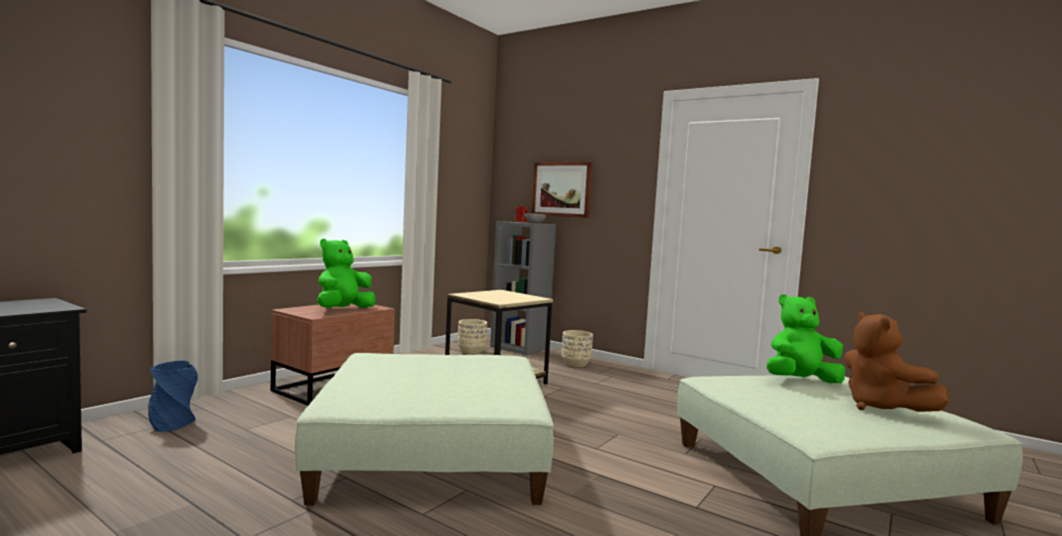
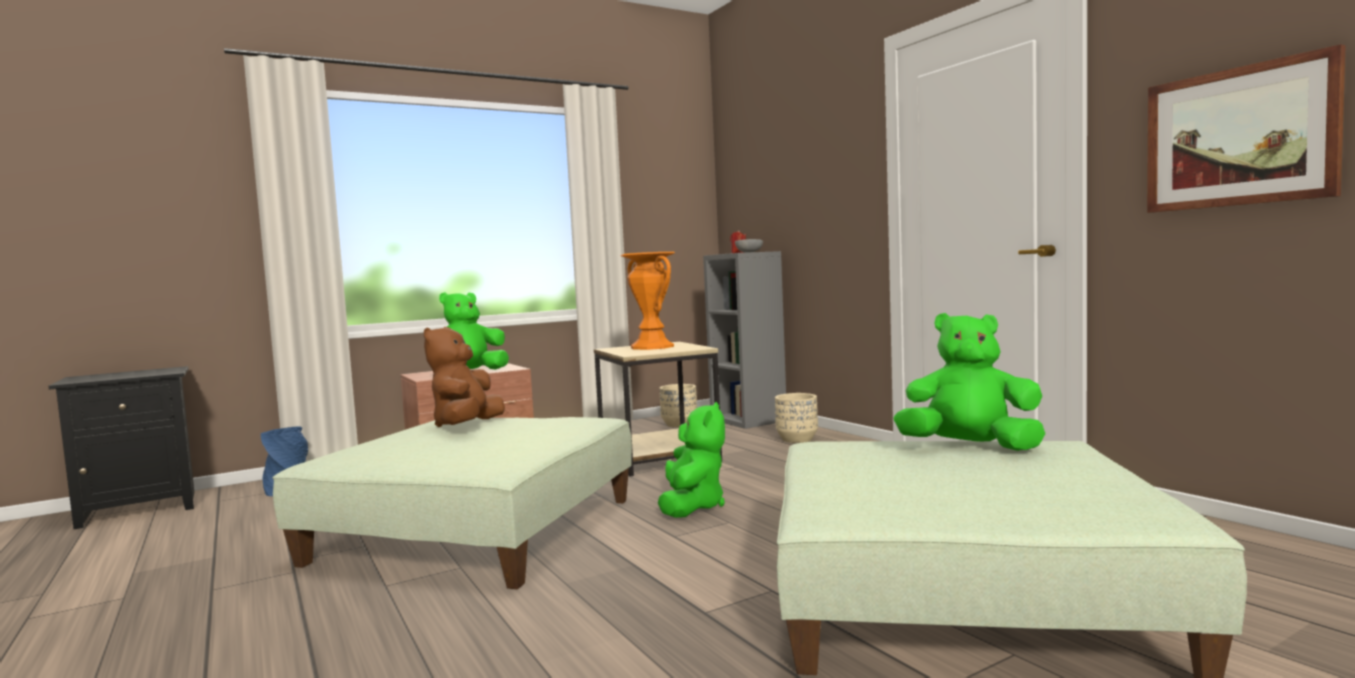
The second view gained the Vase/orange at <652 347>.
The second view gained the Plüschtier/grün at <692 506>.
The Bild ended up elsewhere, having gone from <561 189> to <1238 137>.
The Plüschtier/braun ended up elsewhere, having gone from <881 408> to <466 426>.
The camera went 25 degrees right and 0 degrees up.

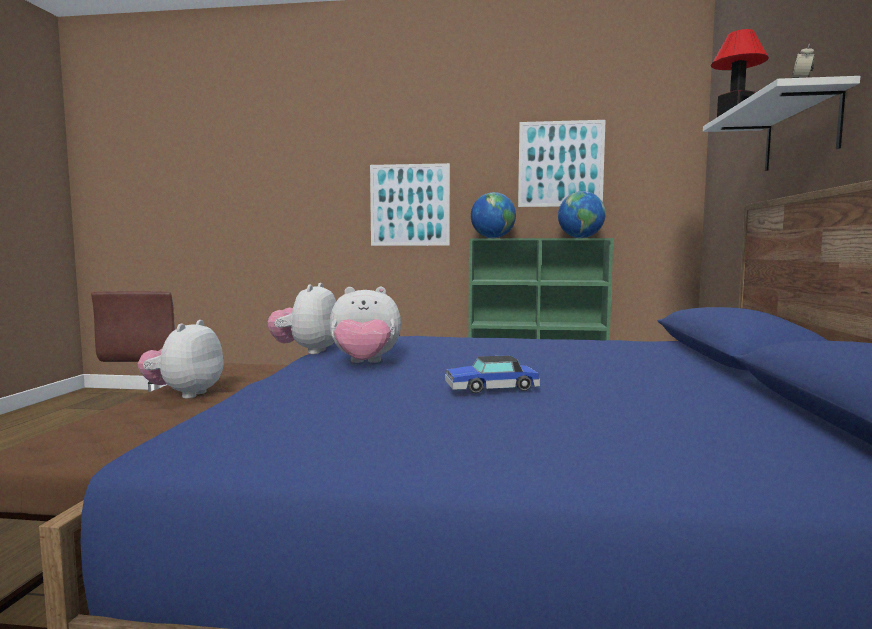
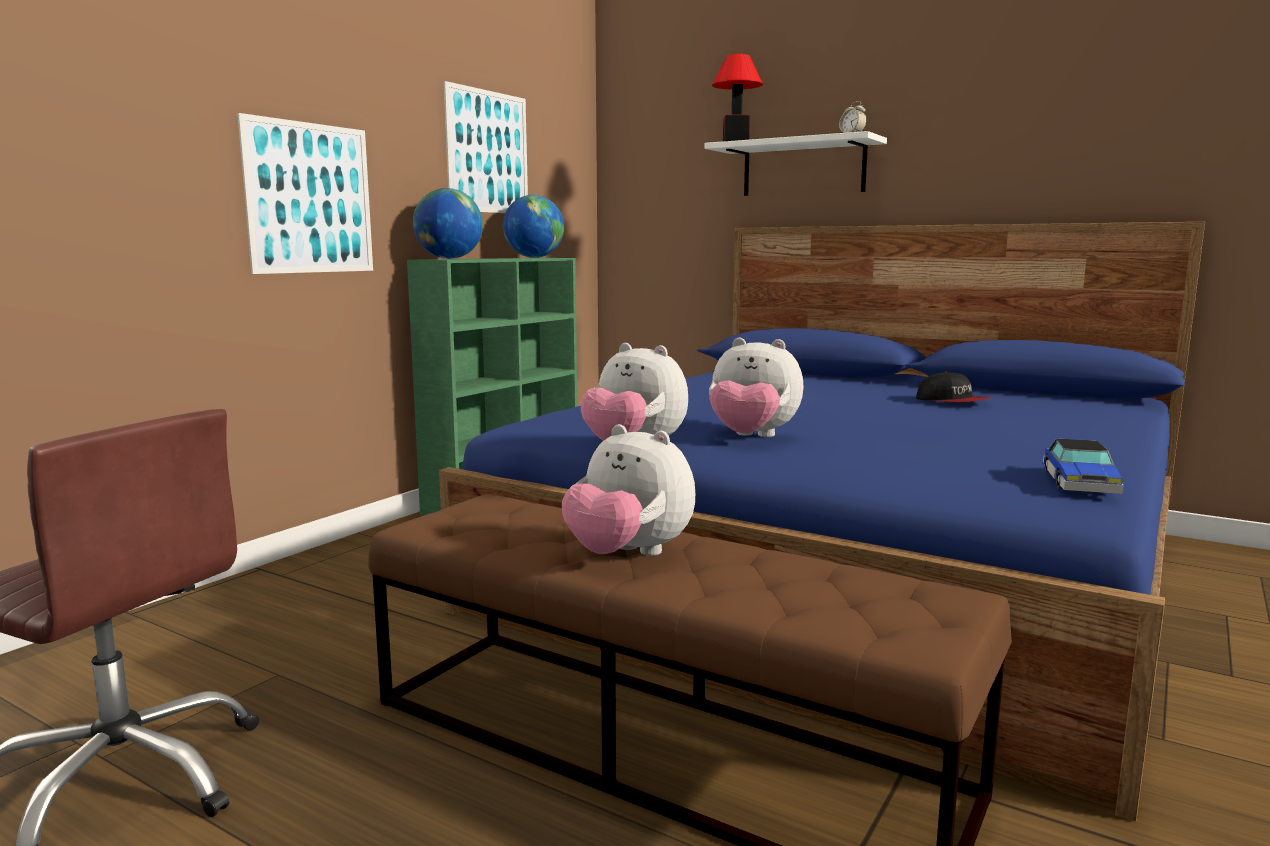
The second view gained the Kappe at <953 401>.
The Spielzeugauto ended up elsewhere, having gone from <491 387> to <1079 483>.
The Plüschtier at <365 363> ended up facing another way, 90 degrees clockwise from before.
The camera went 65 degrees left and 5 degrees up.

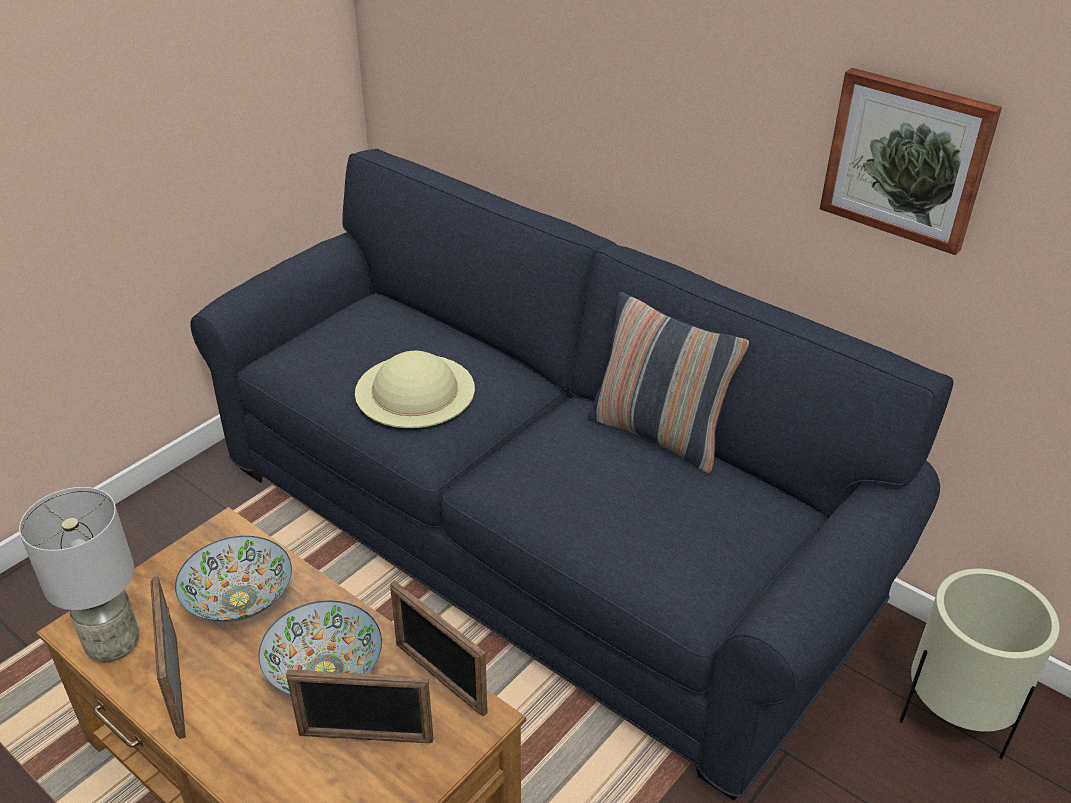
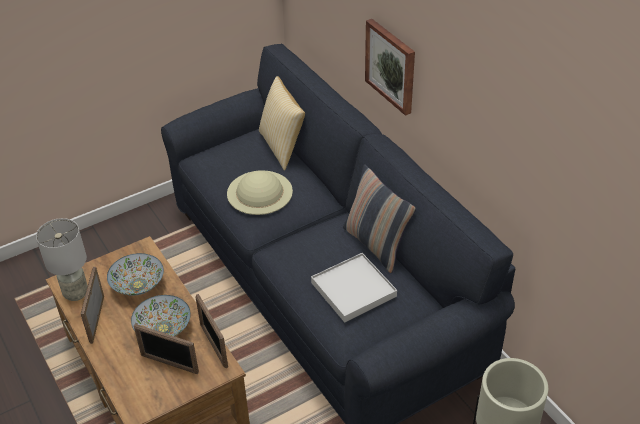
The second view gained the Kissen at <282 147>.
The second view gained the Tablett/weiß at <353 289>.
The Bild ended up elsewhere, having gone from <907 159> to <391 65>.
The camera went 20 degrees right and 5 degrees up.

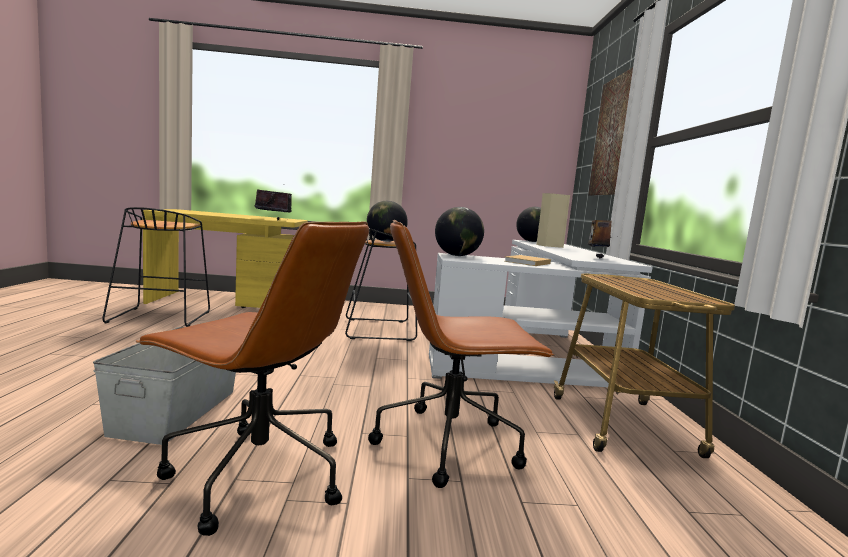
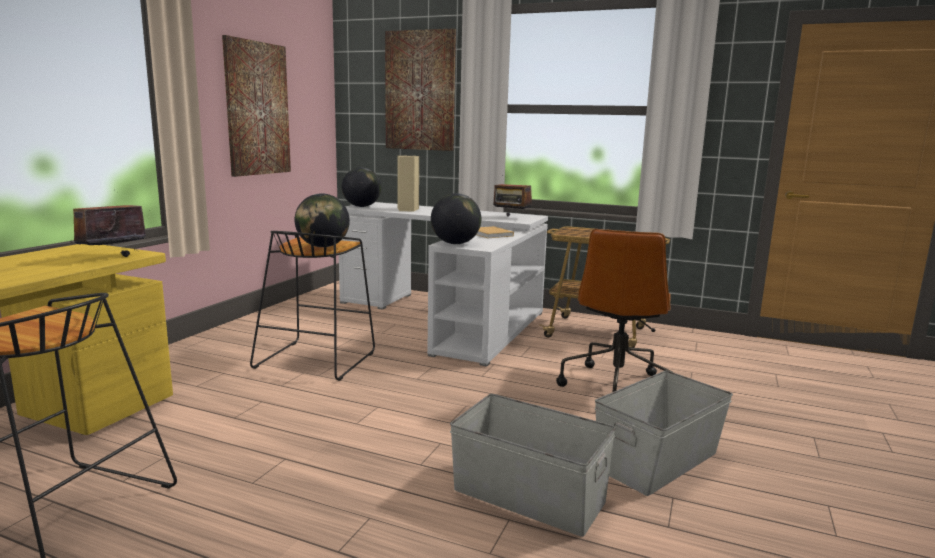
The second view gained the Bild at <257 109>.
Where the Bürostuhl/braun stood at <256 474>, the Aufbewahrungsbox/grau came to stand at <659 461>.
The camera went 65 degrees left and 5 degrees up.

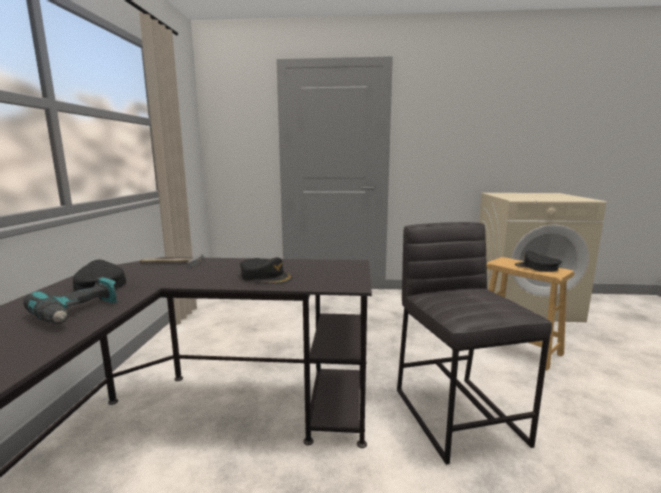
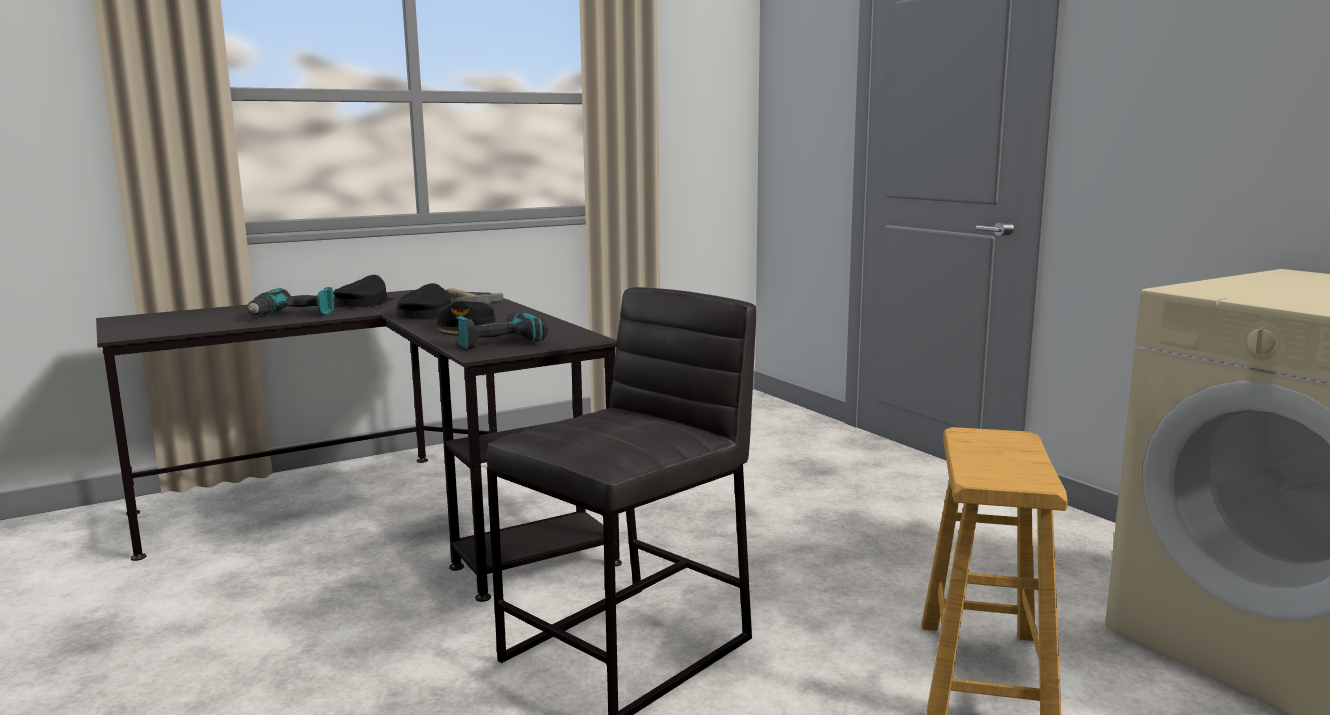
The second view gained the Bohrmaschine at <498 341>.
The Kappe/schwarz ended up elsewhere, having gone from <536 267> to <426 313>.
The camera went 55 degrees right and 0 degrees up.

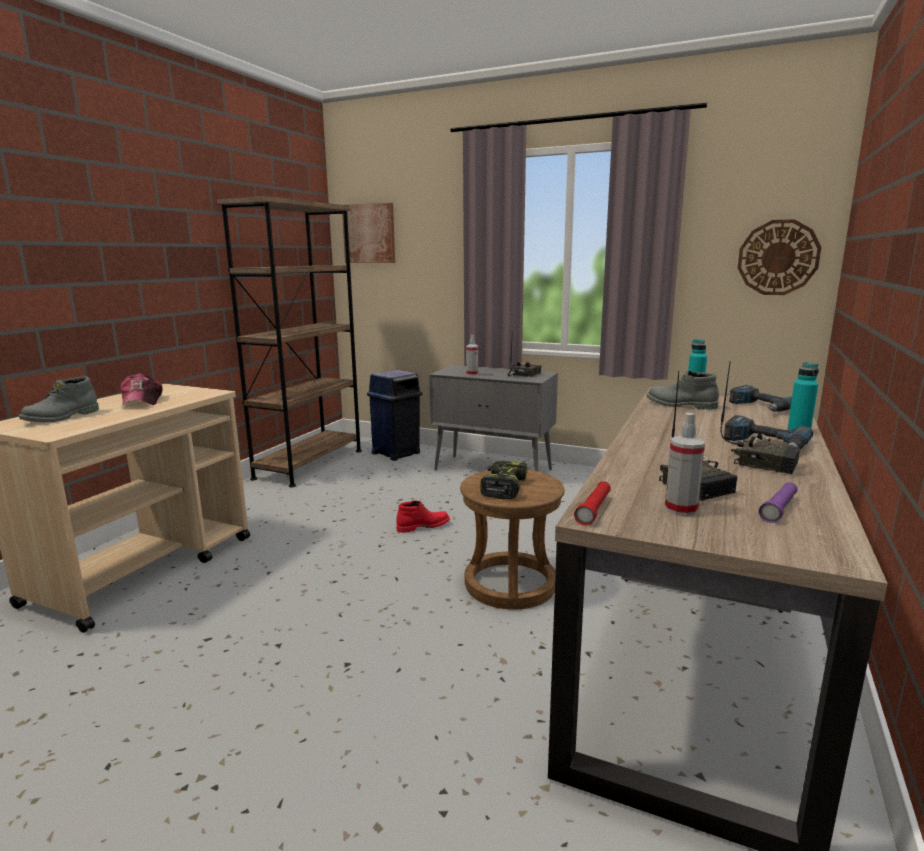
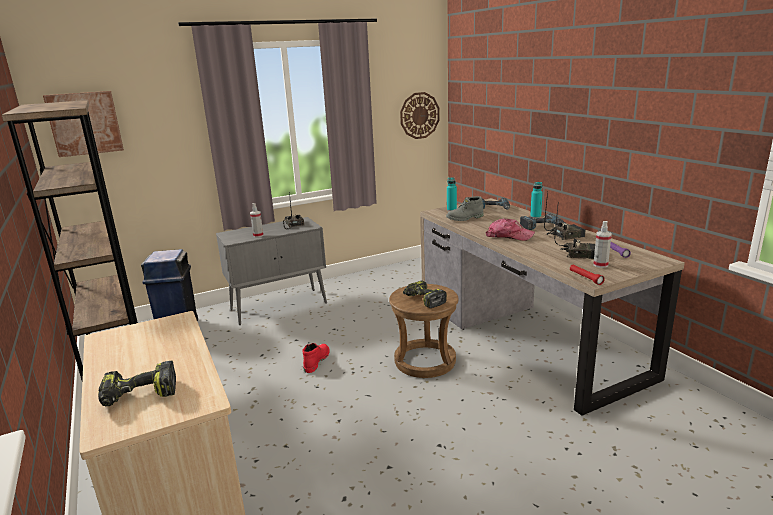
The Kappe ended up elsewhere, having gone from <142 401> to <509 236>.
Where the Stiefel/grau stood at <62 417>, the Bohrmaschine came to stand at <139 395>.
The camera went 50 degrees left and 5 degrees up.

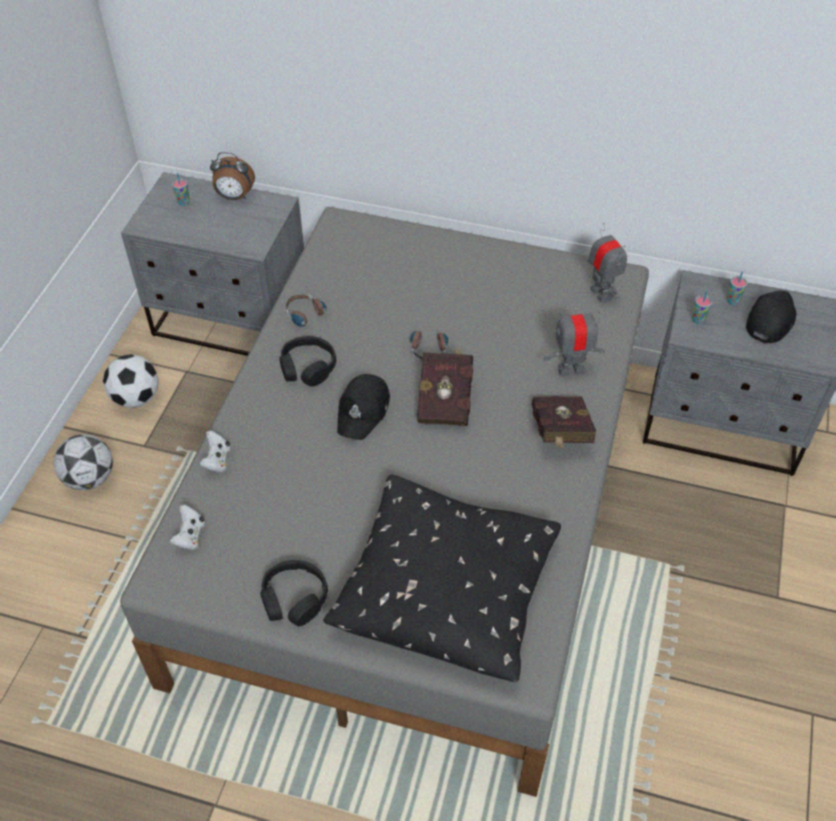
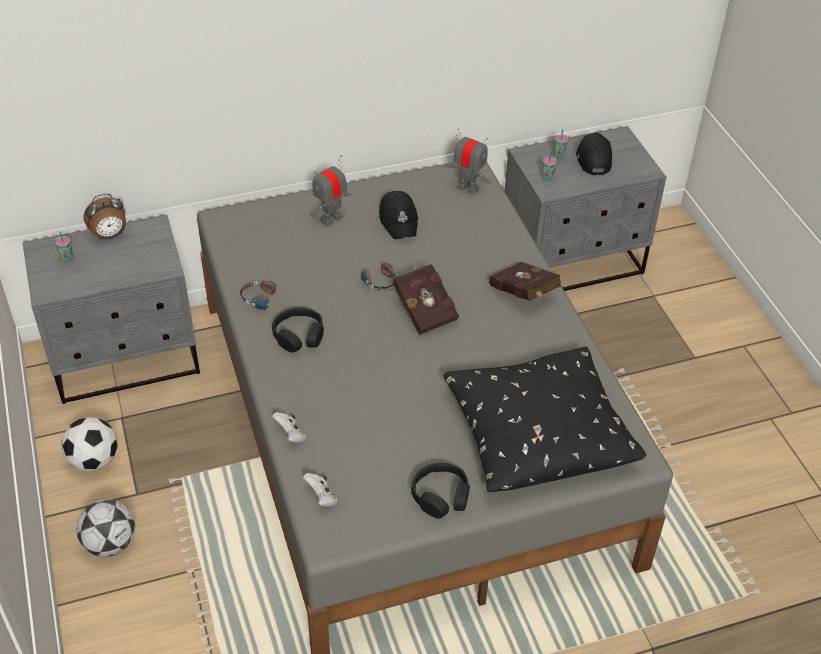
The Kappe/schwarz ended up elsewhere, having gone from <363 411> to <399 220>.
The Spielzeugroboter ended up elsewhere, having gone from <571 369> to <331 218>.
The camera went 35 degrees left and 5 degrees down.

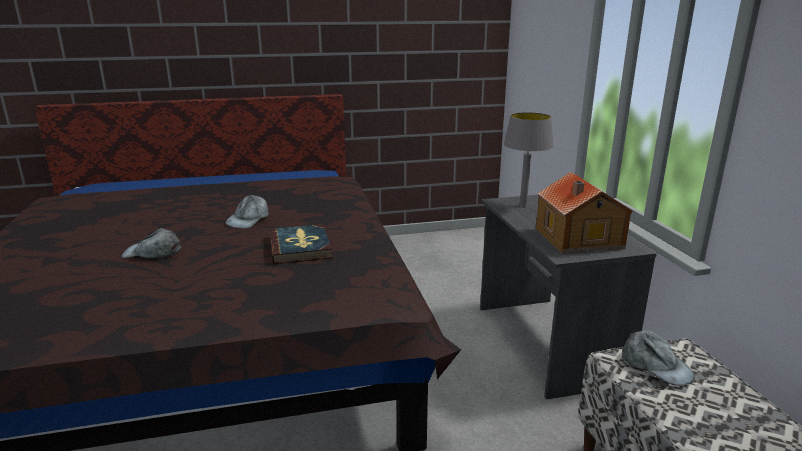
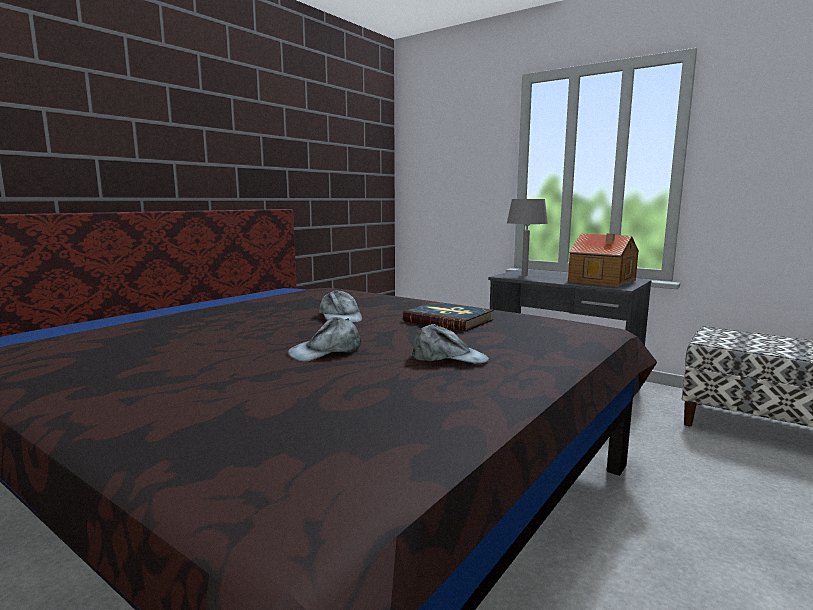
The Kappe/grau ended up elsewhere, having gone from <656 366> to <449 358>.
The camera went 40 degrees left and 10 degrees down.

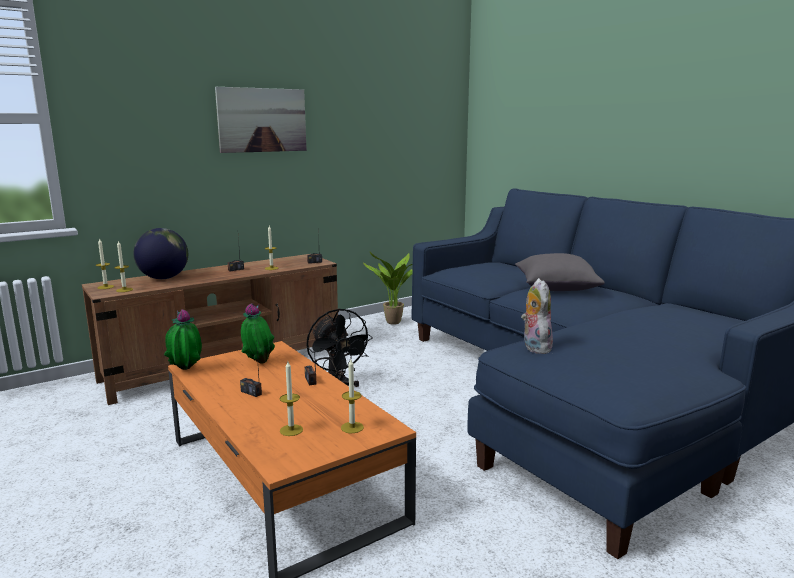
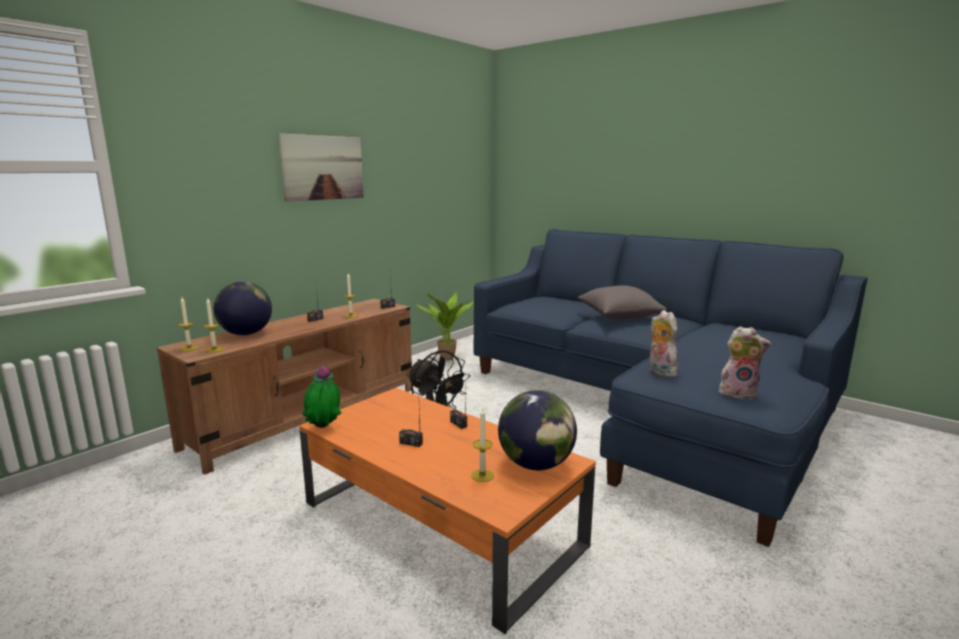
The second view lost the Topfpflanze at <258 362>.
The second view gained the Plüschtier at <738 393>.
Where the Kerze stood at <352 427>, the Globus came to stand at <536 465>.
The camera went 15 degrees left and 0 degrees up.

